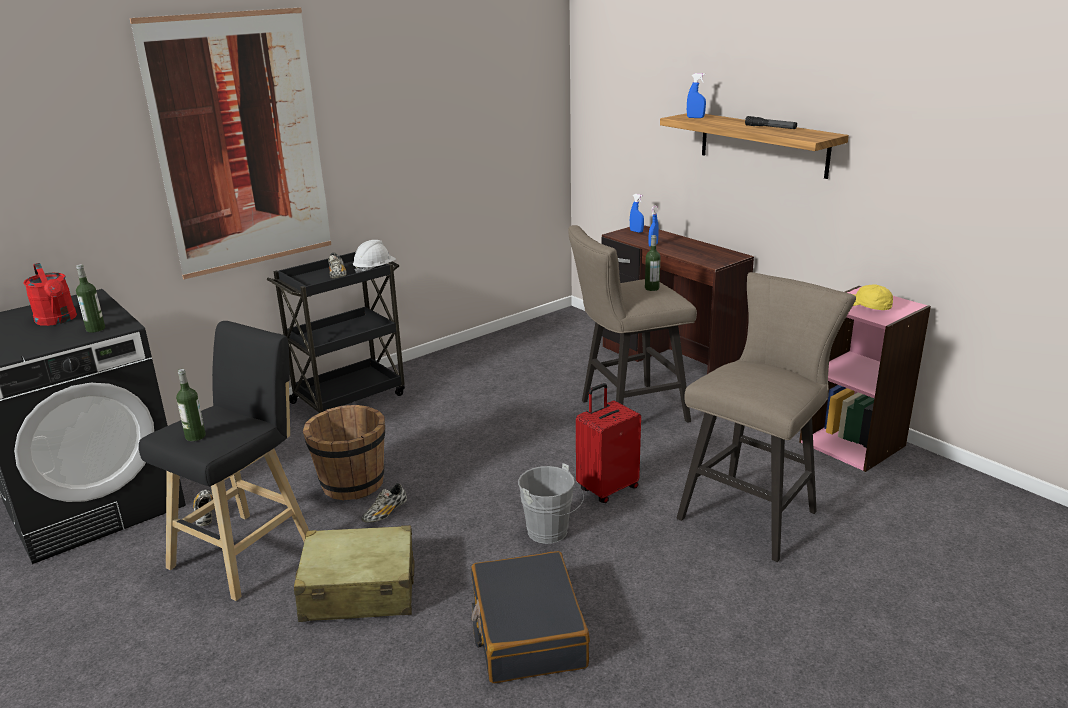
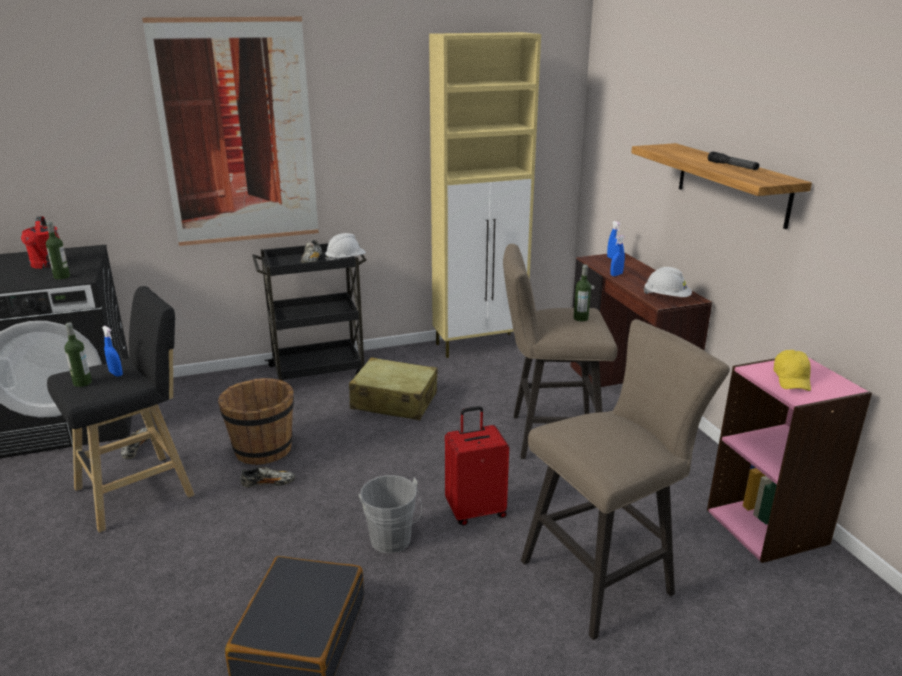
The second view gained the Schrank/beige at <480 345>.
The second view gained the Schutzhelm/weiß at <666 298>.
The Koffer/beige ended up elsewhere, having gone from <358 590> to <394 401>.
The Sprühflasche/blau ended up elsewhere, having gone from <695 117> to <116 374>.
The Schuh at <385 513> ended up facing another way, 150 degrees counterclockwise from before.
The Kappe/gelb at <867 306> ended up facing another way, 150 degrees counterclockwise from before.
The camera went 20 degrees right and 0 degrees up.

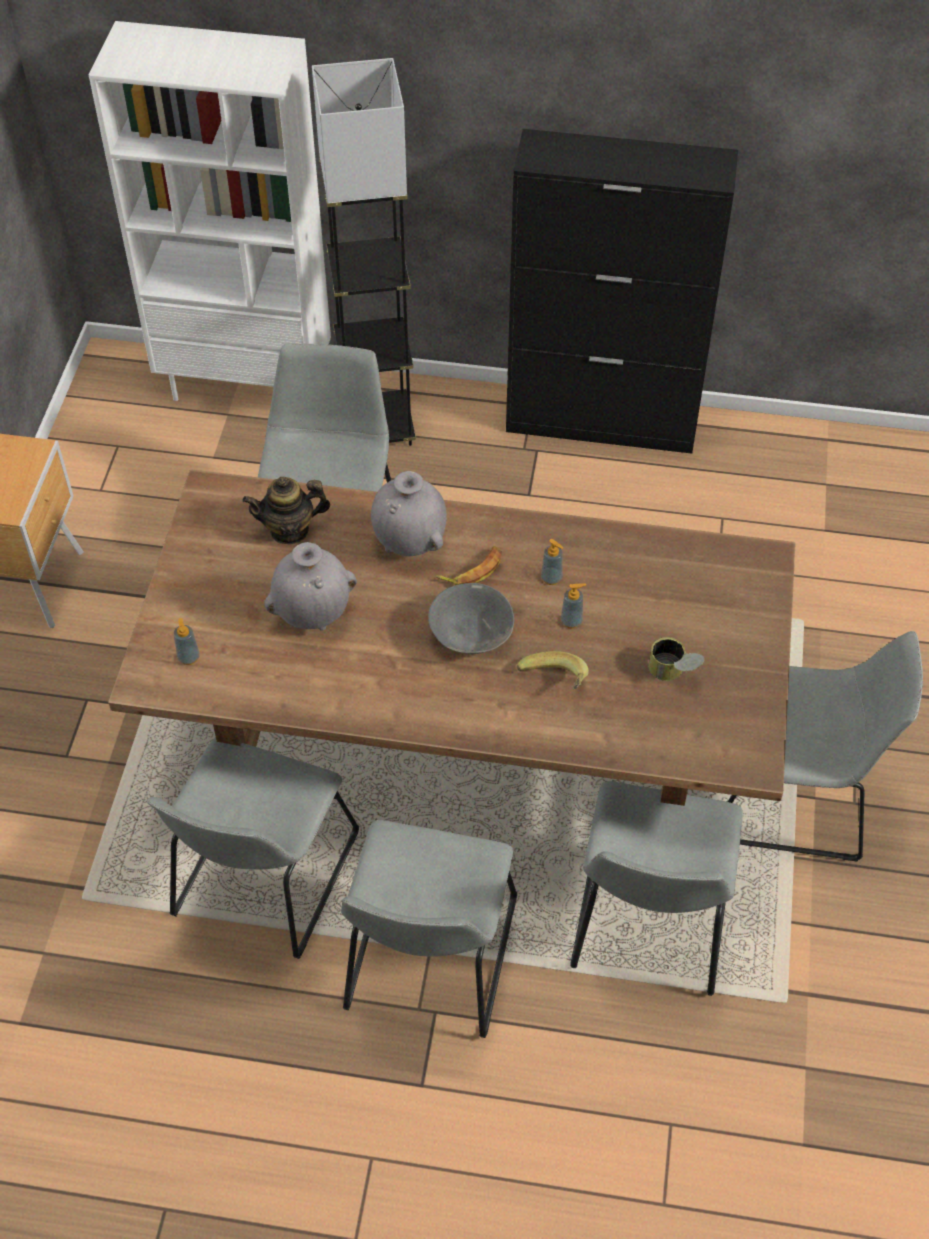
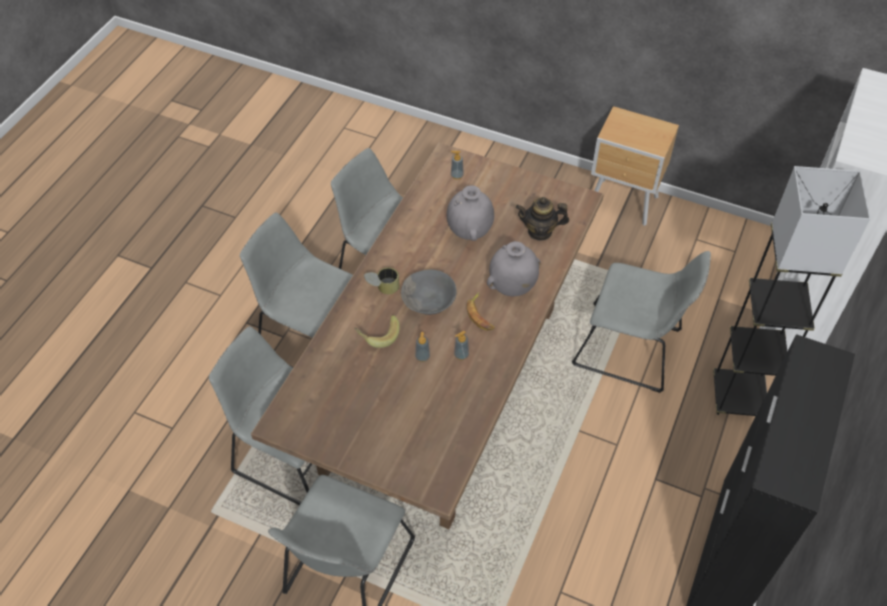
The Dose ended up elsewhere, having gone from <673 673> to <382 288>.
The Teekanne at <289 530> ended up facing another way, 90 degrees counterclockwise from before.
The camera went 105 degrees right and 0 degrees up.

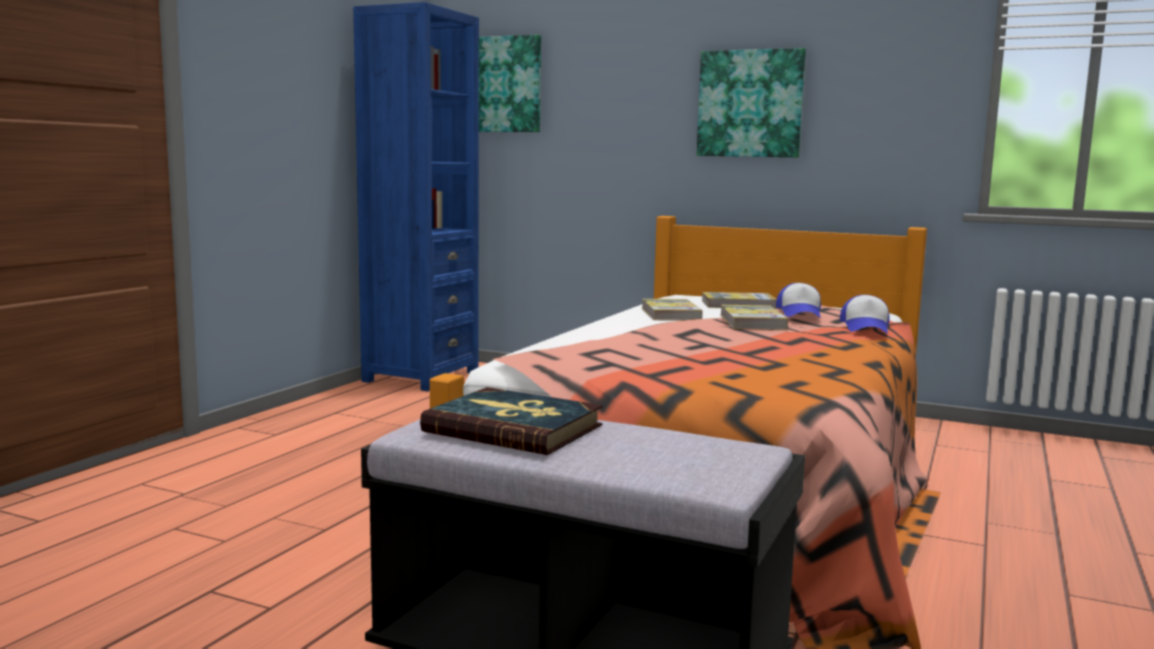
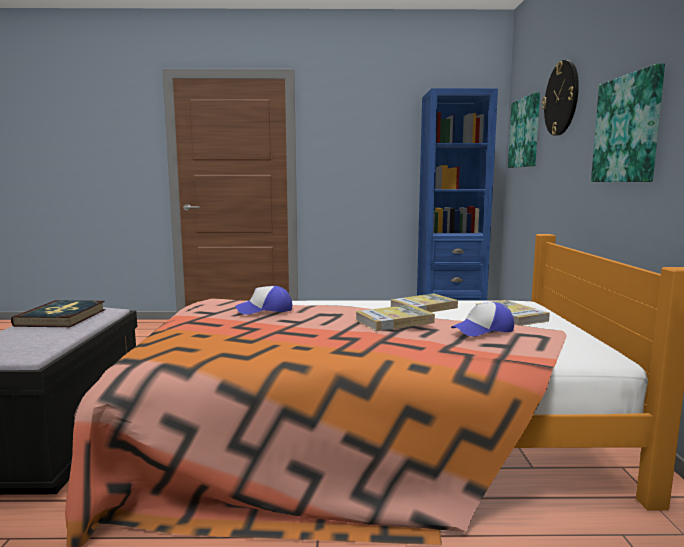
The second view gained the Wanduhr at <561 98>.
The Kappe ended up elsewhere, having gone from <866 328> to <265 310>.
The camera went 65 degrees right and 0 degrees up.

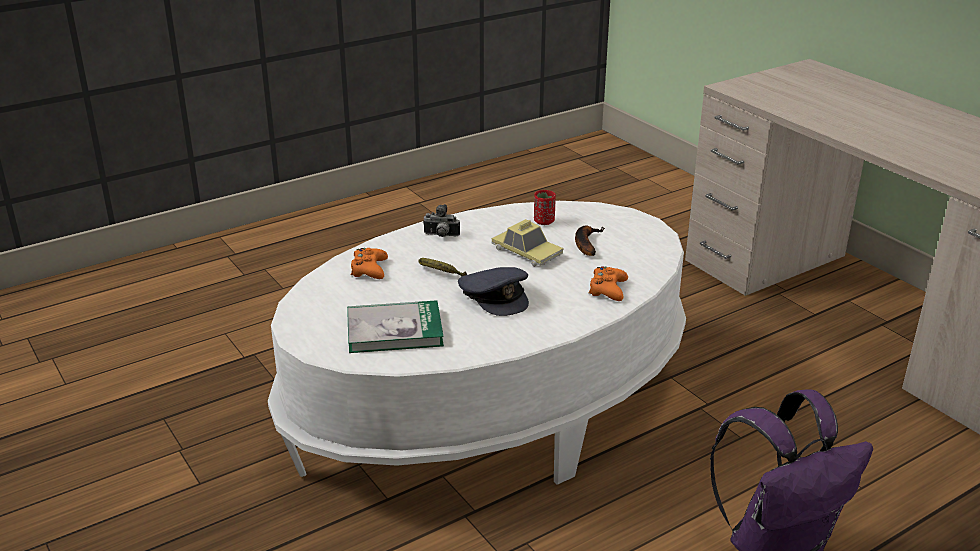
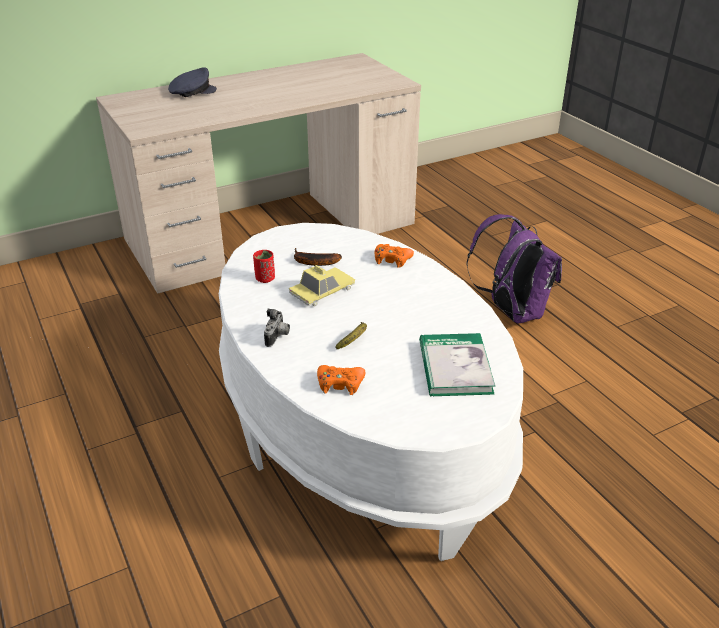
The Kappe/grau ended up elsewhere, having gone from <495 296> to <191 92>.
The camera went 85 degrees left and 5 degrees up.

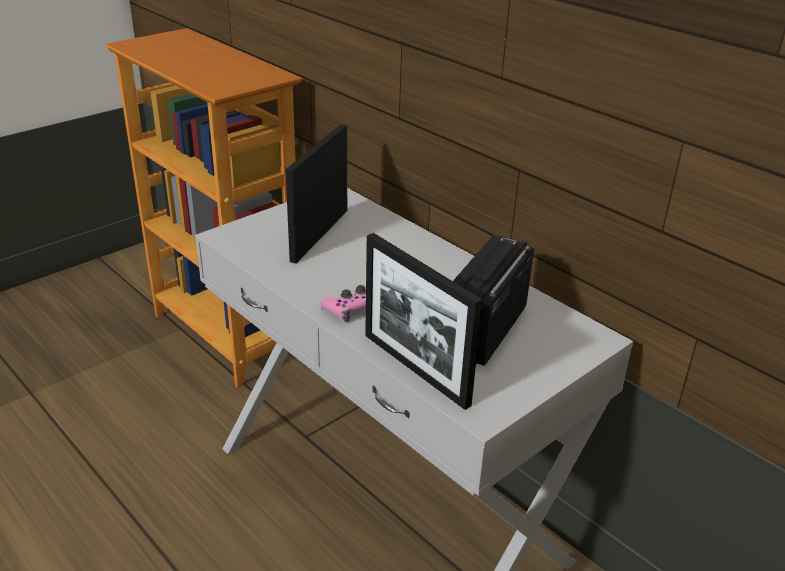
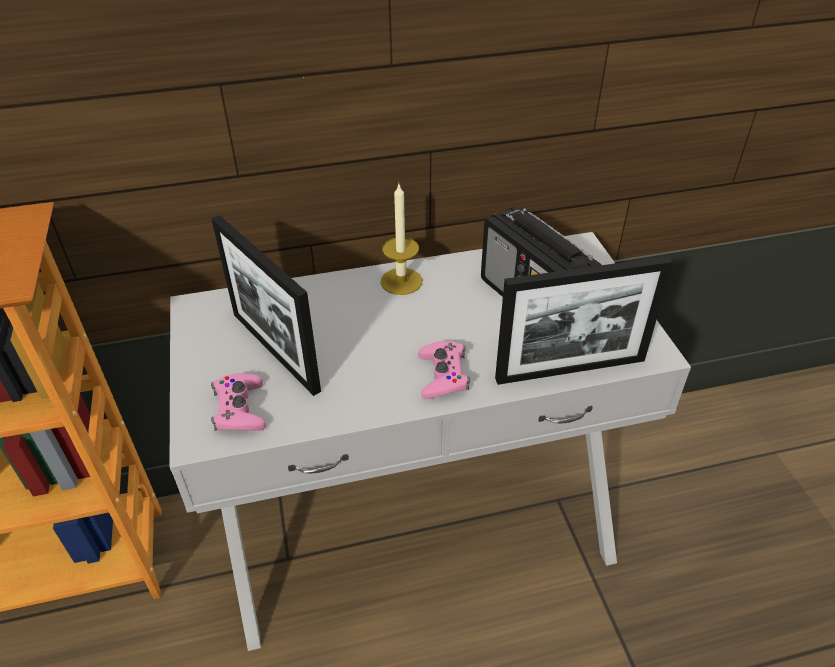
The second view gained the Gamepad/rosa at <239 409>.
The second view gained the Kerze at <401 281>.
The camera went 60 degrees left and 10 degrees up.

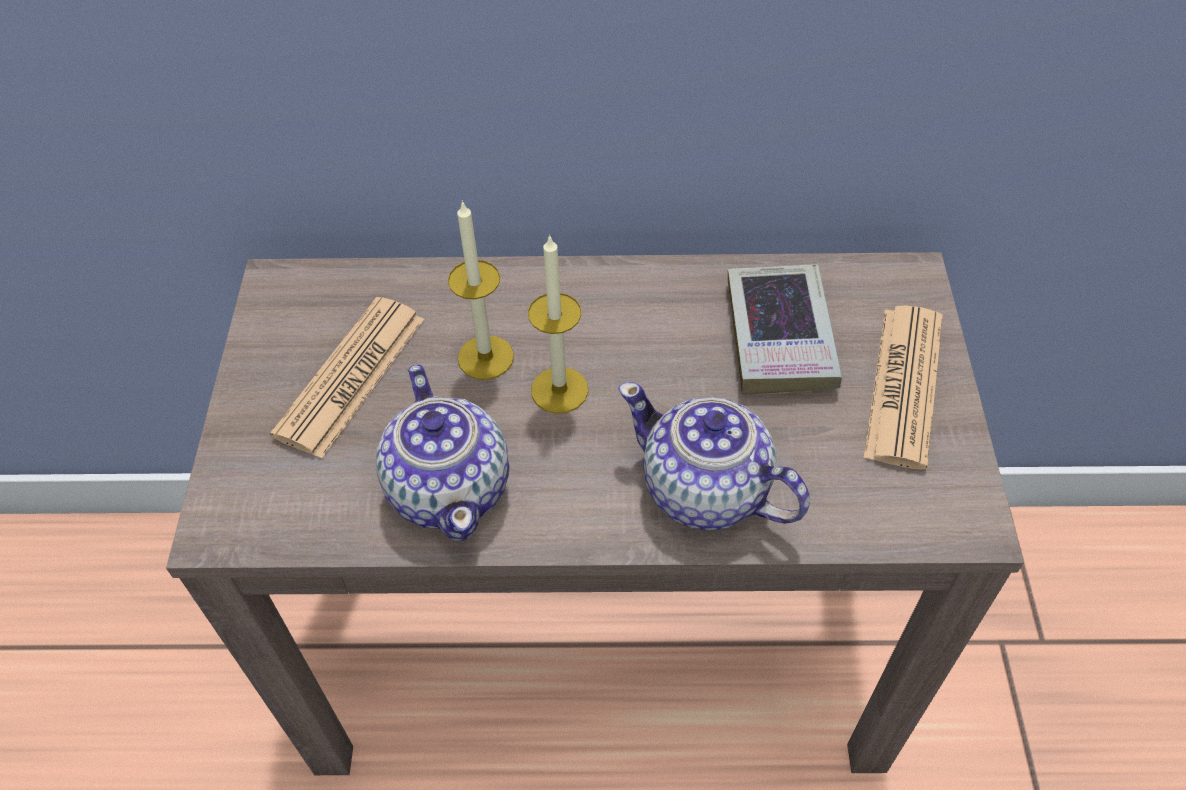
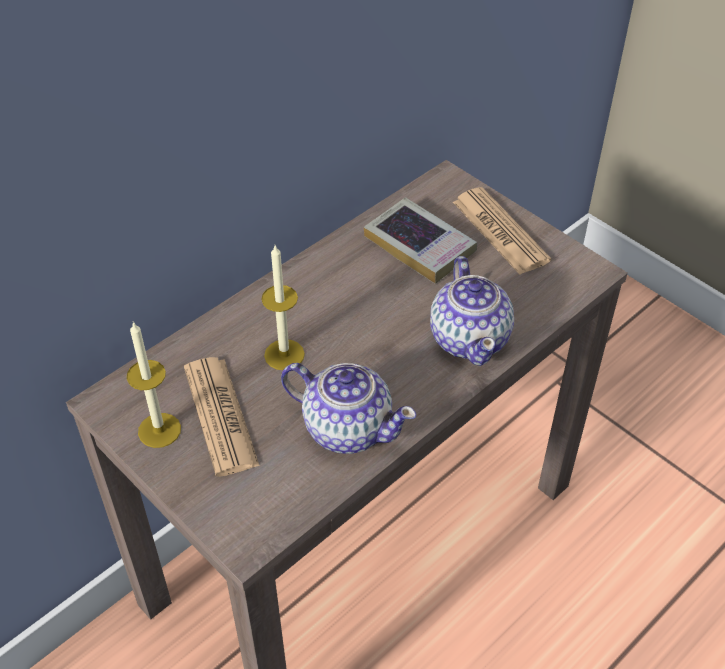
The Kerze ended up elsewhere, having gone from <559 390> to <159 430>.
The Teekanne at <706 491> ended up facing another way, 90 degrees counterclockwise from before.
The camera went 45 degrees left and 5 degrees down.

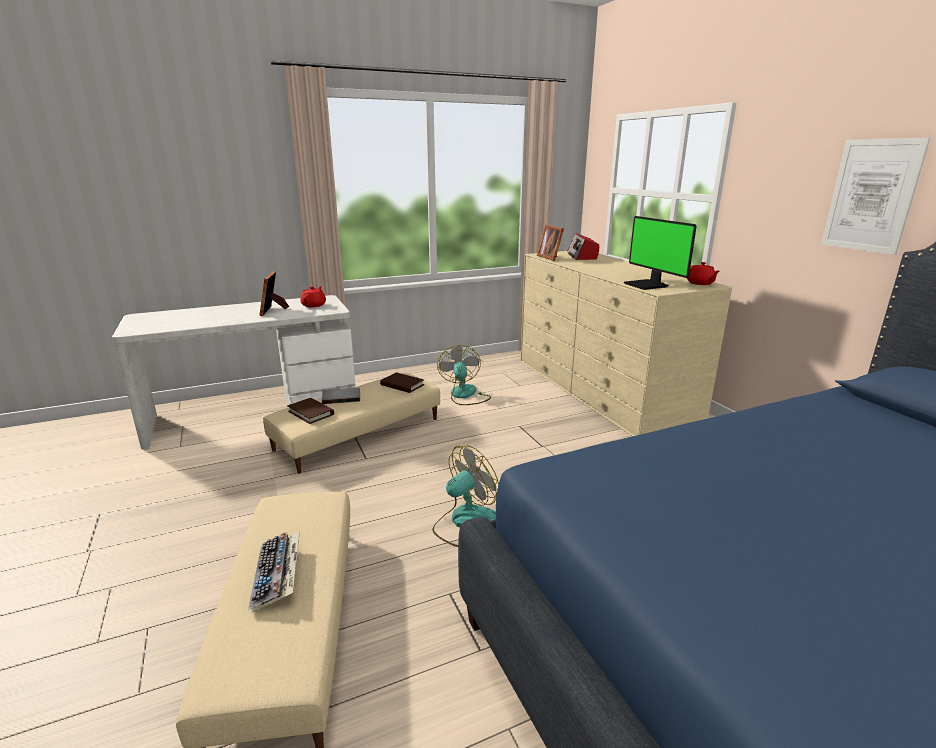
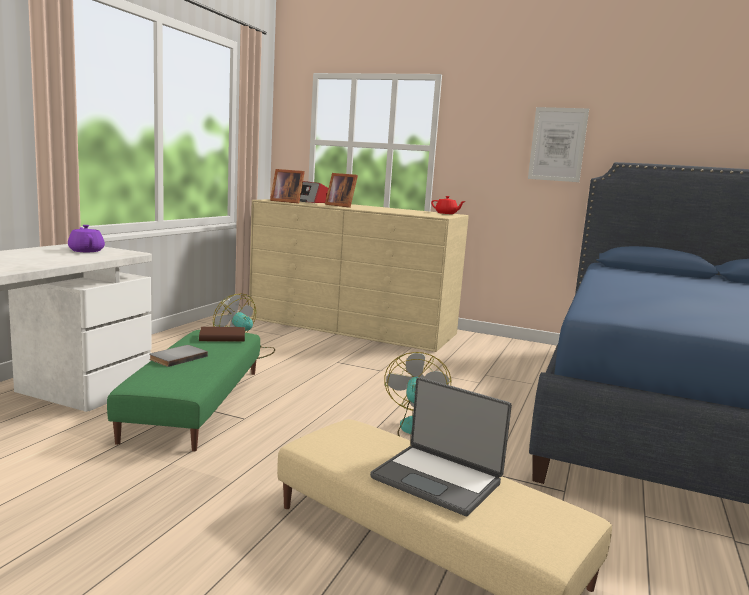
The second view lost the Buch/braun at <311 413>.
The second view lost the Monitor at <647 285>.
The Bilderrahmen ended up elsewhere, having gone from <274 310> to <341 206>.
Where the Tastatur stood at <277 577>, the Laptop came to stand at <438 480>.
What was the Polsterhocker/beige at <358 434> turned into the Polsterhocker/grün at <195 403>.
What was the Teekanne/rot at <314 305> turned into the Teekanne/lila at <86 251>.
The camera went 45 degrees left and 10 degrees down.

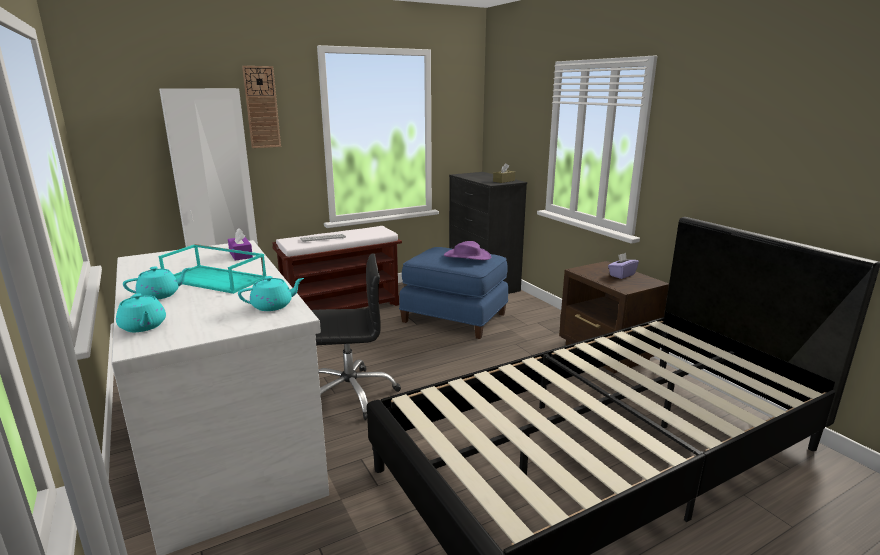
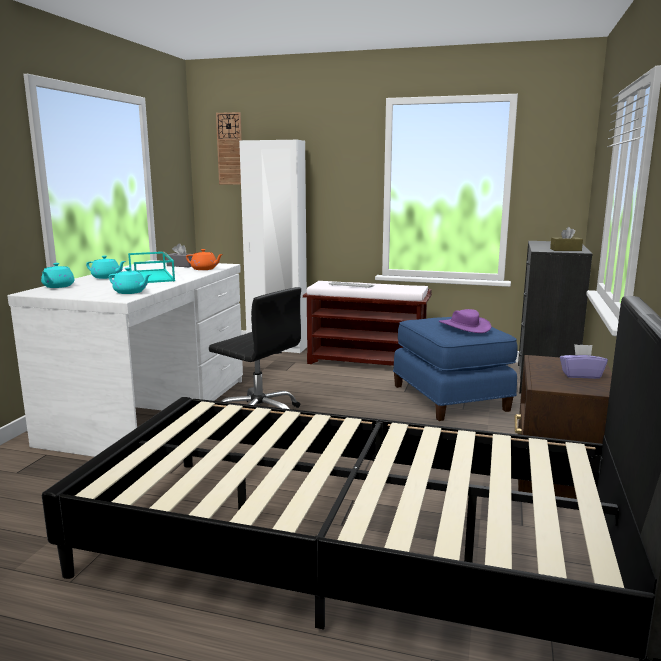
The second view gained the Taschentuchbox/grau at <181 265>.
The Wanduhr ended up elsewhere, having gone from <262 107> to <230 149>.
Where the Taschentuchbox/lila stood at <241 255>, the Teekanne/orange came to stand at <204 269>.
The camera went 45 degrees right and 5 degrees down.

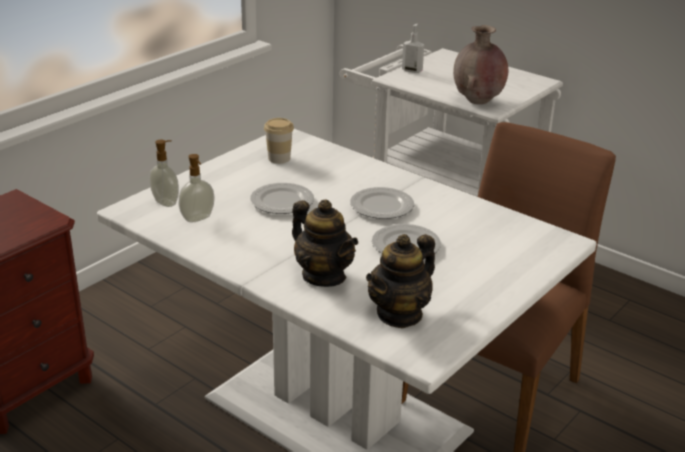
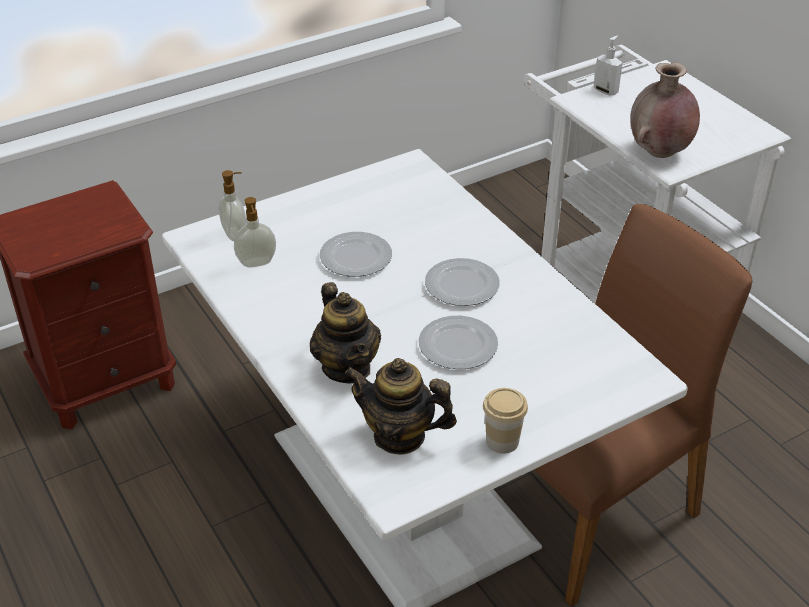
The Tasse ended up elsewhere, having gone from <279 158> to <502 441>.
The Teekanne at <400 314> ended up facing another way, 45 degrees clockwise from before.
The camera went 20 degrees right and 10 degrees up.

